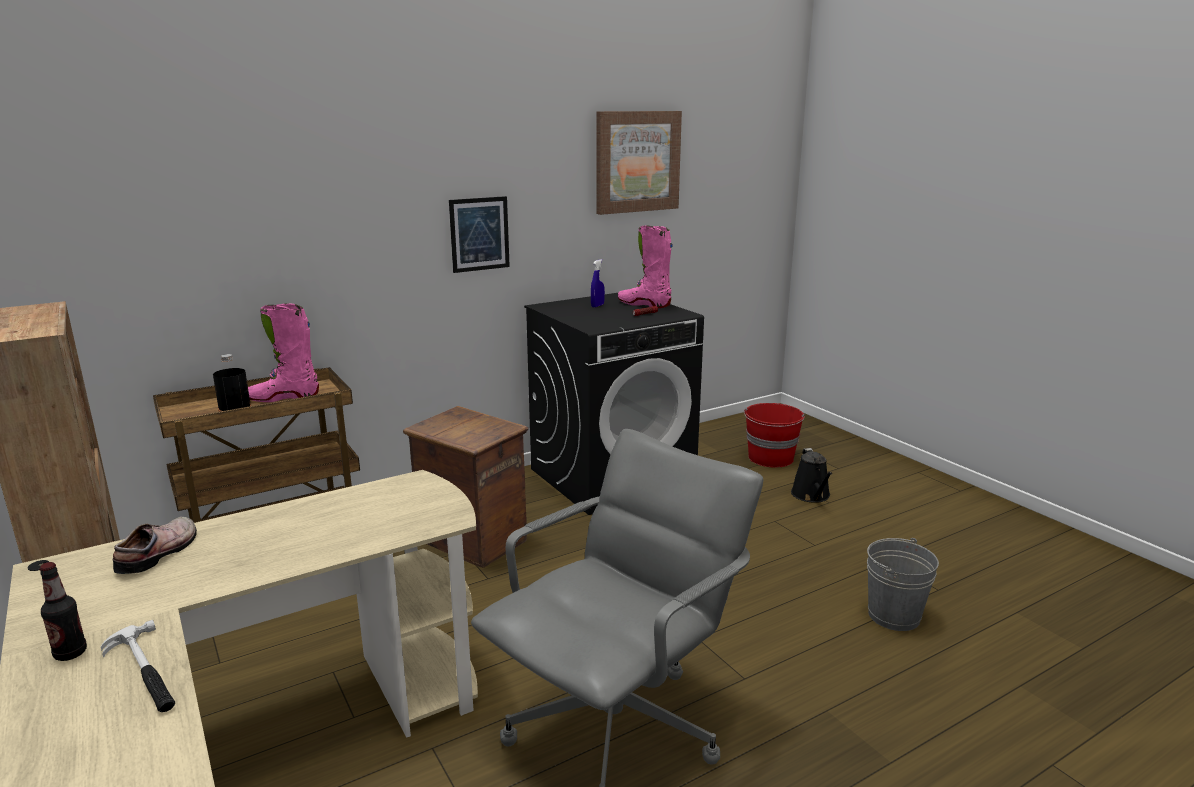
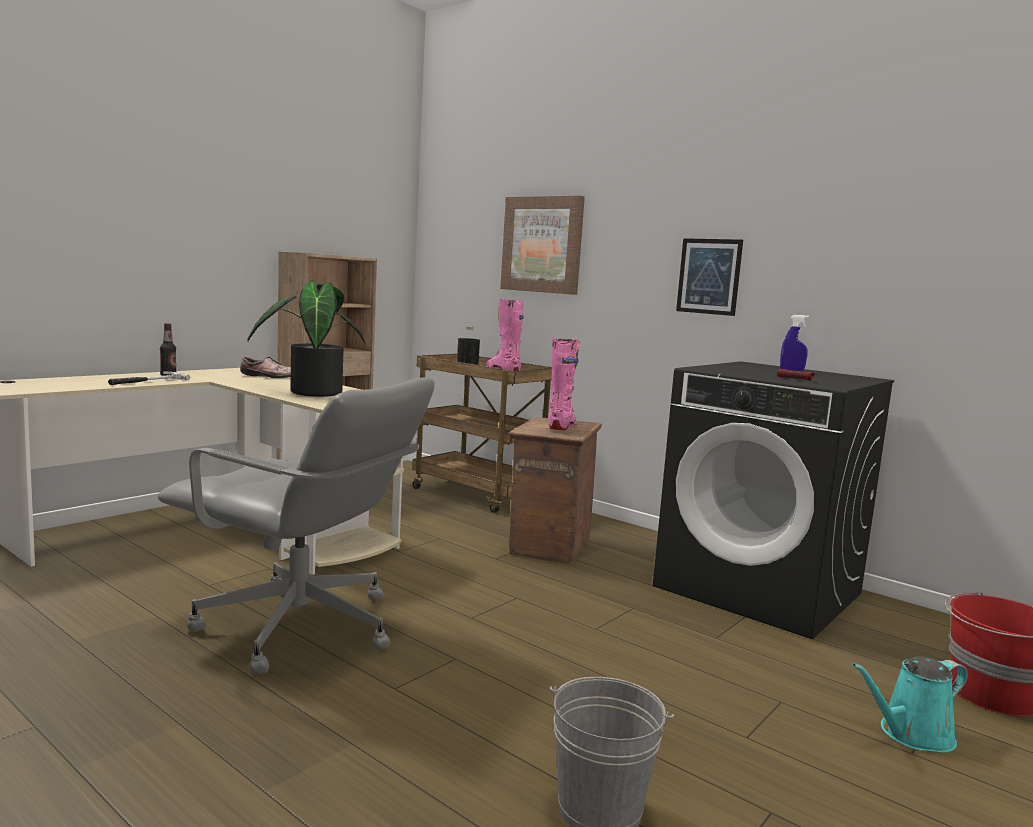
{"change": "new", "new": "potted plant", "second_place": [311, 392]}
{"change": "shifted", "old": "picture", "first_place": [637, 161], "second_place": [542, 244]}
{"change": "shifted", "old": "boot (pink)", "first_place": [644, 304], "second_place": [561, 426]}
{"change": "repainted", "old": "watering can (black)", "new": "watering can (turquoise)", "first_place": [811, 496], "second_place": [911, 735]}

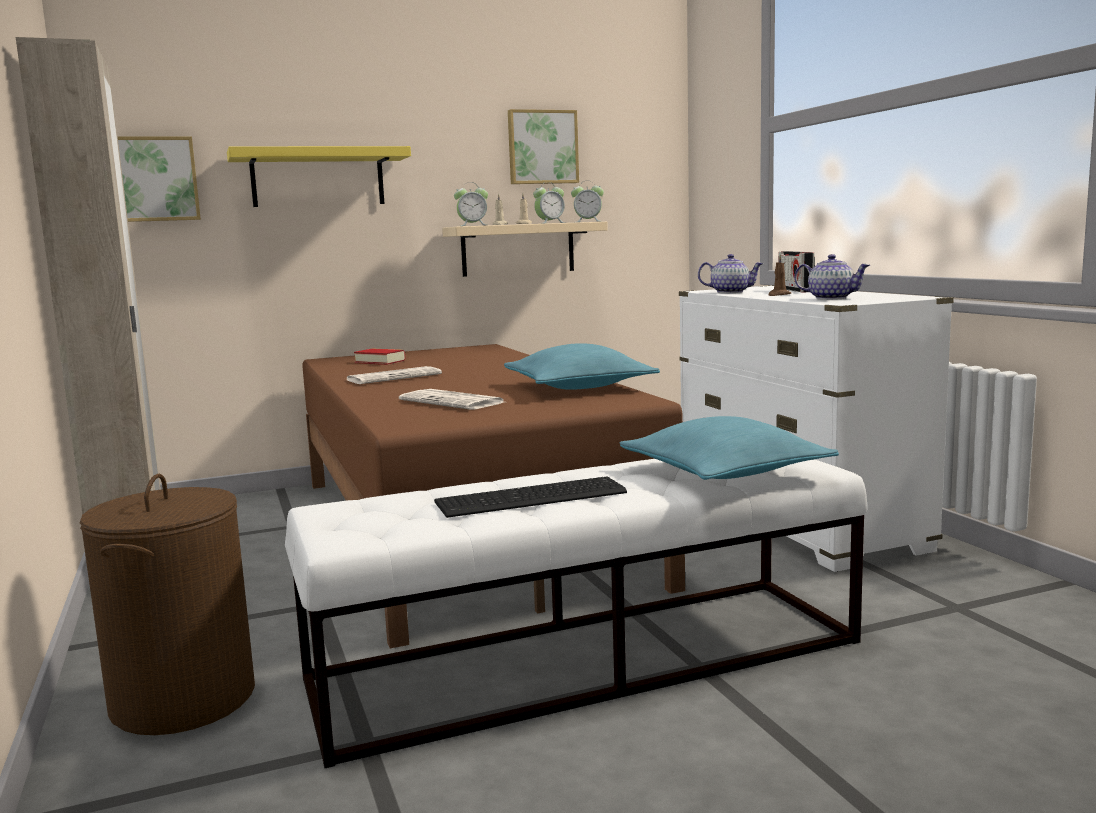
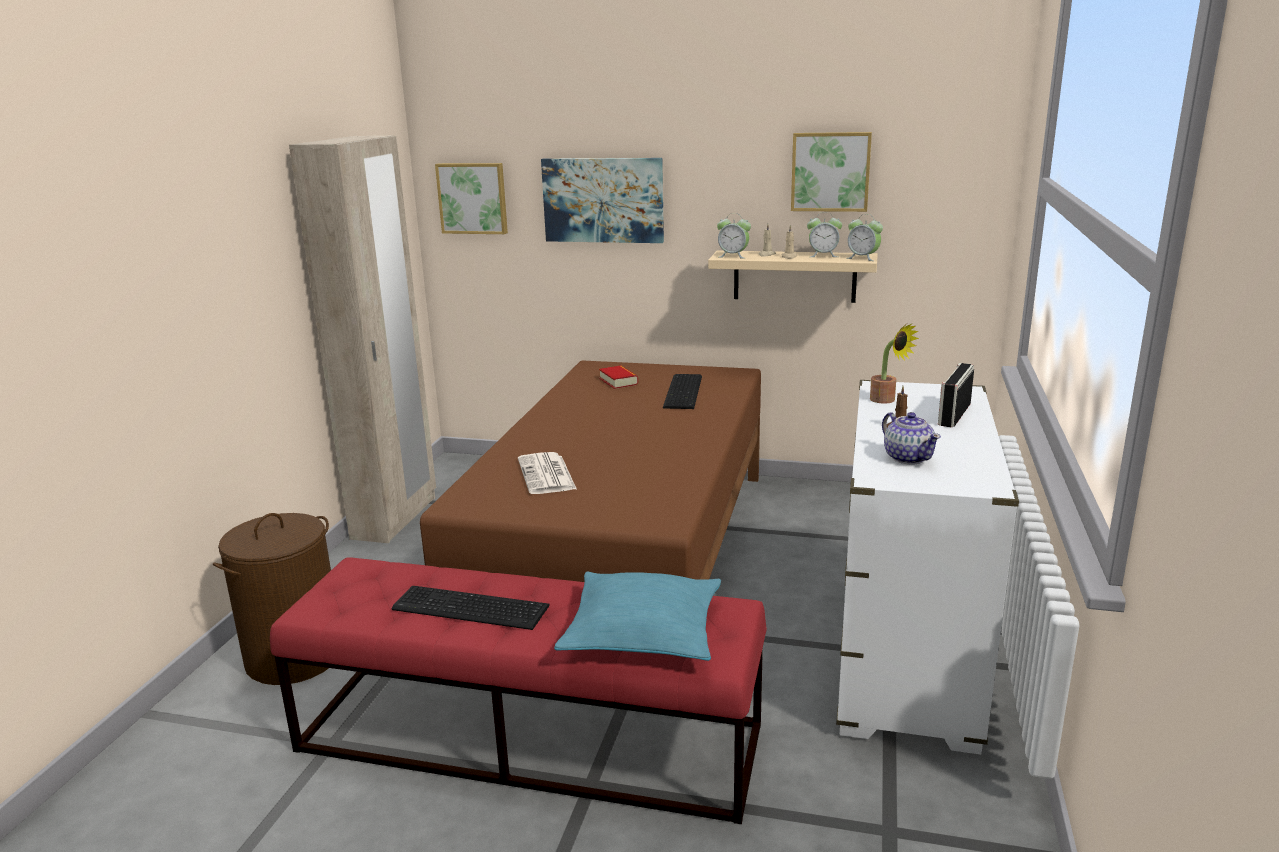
{"change": "gone", "old": "newspaper", "first_place": [394, 377]}
{"change": "gone", "old": "pillow (turquoise)", "first_place": [579, 387]}
{"change": "new", "new": "keyboard", "second_place": [685, 391]}
{"change": "swapped", "old": "shelf (yellow)", "new": "picture", "first_place": [318, 178], "second_place": [603, 200]}
{"change": "swapped", "old": "teapot", "new": "potted plant", "first_place": [730, 292], "second_place": [887, 400]}
{"change": "repainted", "old": "bench (white)", "new": "bench (red)", "first_place": [588, 660], "second_place": [530, 738]}

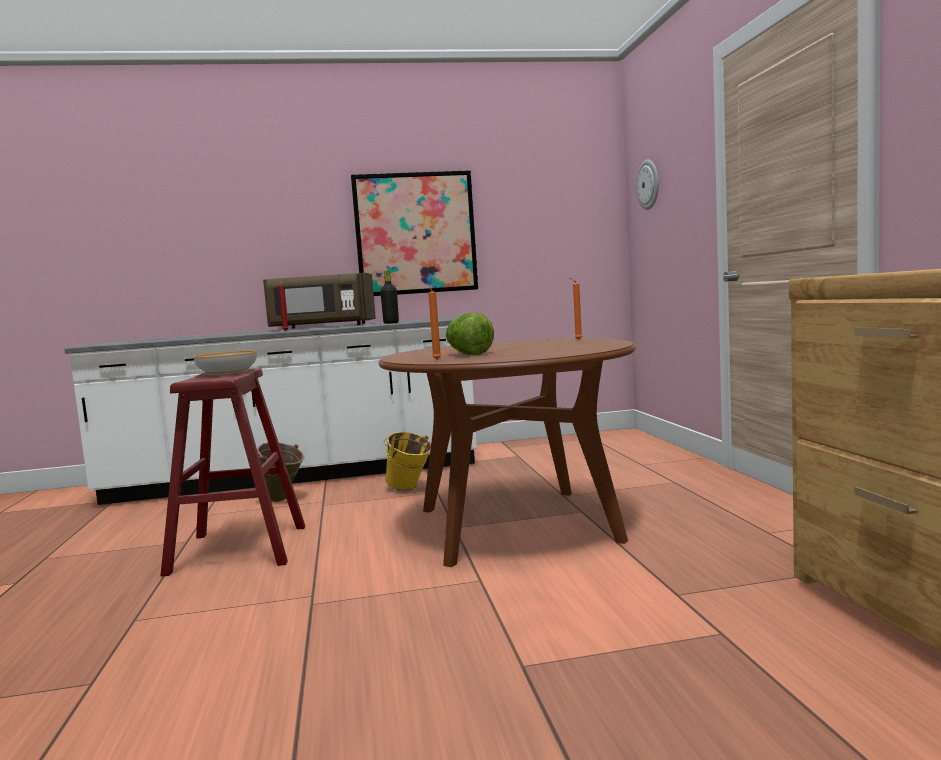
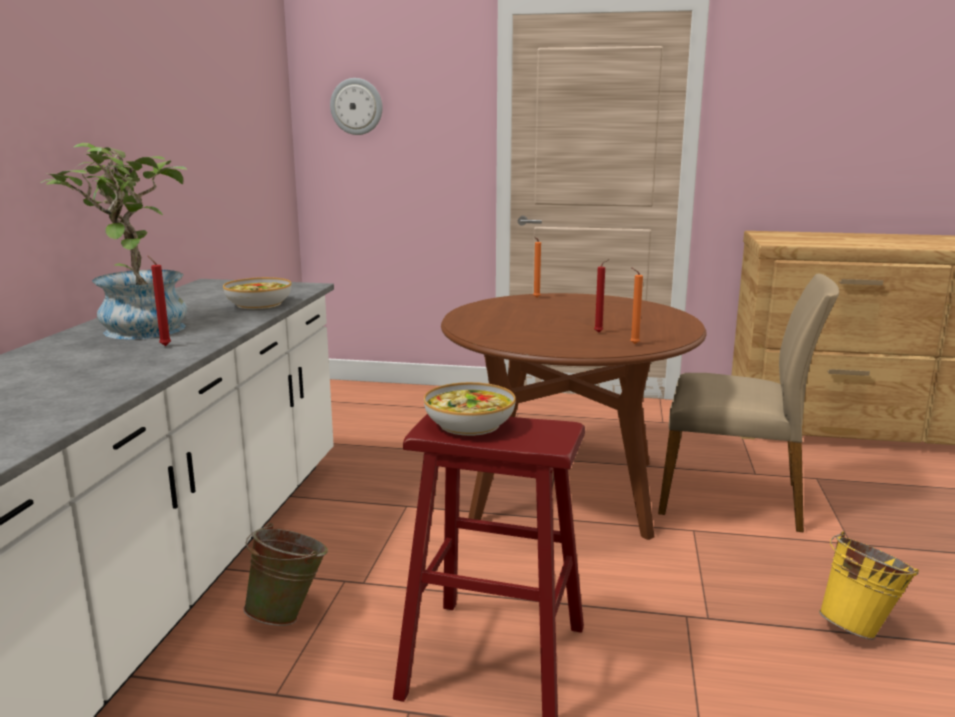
{"change": "gone", "old": "picture", "first_place": [415, 233]}
{"change": "new", "new": "chair (beige)", "second_place": [733, 497]}
{"change": "shifted", "old": "bucket (yellow)", "first_place": [409, 490], "second_place": [860, 627]}
{"change": "swapped", "old": "microwave (brown)", "new": "potted plant", "first_place": [322, 327], "second_place": [137, 327]}
{"change": "swapped", "old": "bottle (black)", "new": "bowl", "first_place": [391, 323], "second_place": [259, 304]}
{"change": "swapped", "old": "lettuce", "new": "candle (red)", "first_place": [468, 354], "second_place": [600, 332]}

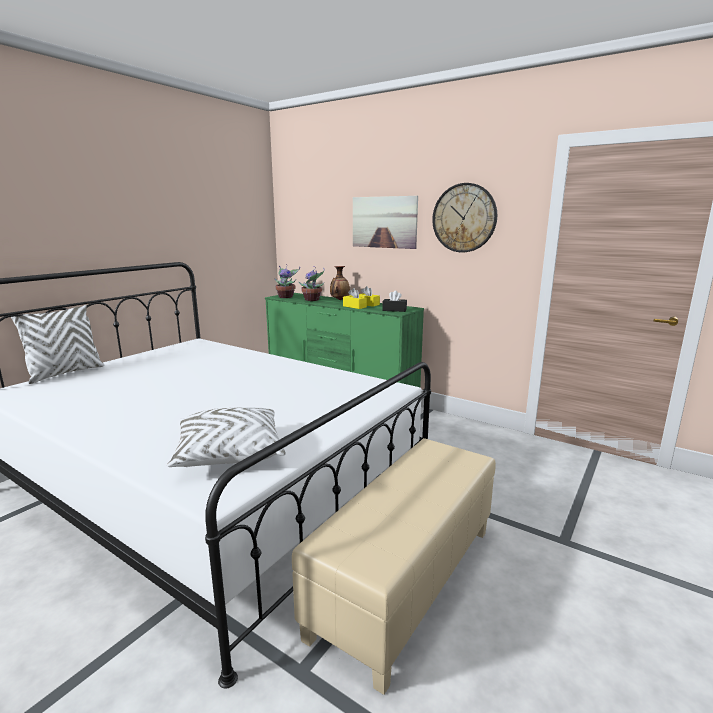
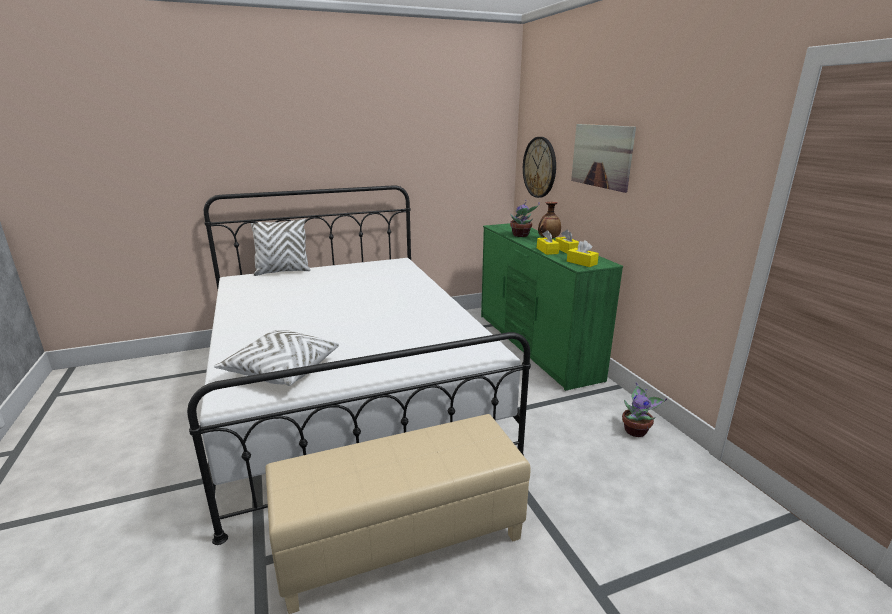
{"change": "shifted", "old": "potted plant", "first_place": [286, 297], "second_place": [636, 431]}
{"change": "shifted", "old": "wall clock", "first_place": [464, 218], "second_place": [540, 167]}
{"change": "repainted", "old": "tissue box (black)", "new": "tissue box (yellow)", "first_place": [394, 310], "second_place": [581, 263]}

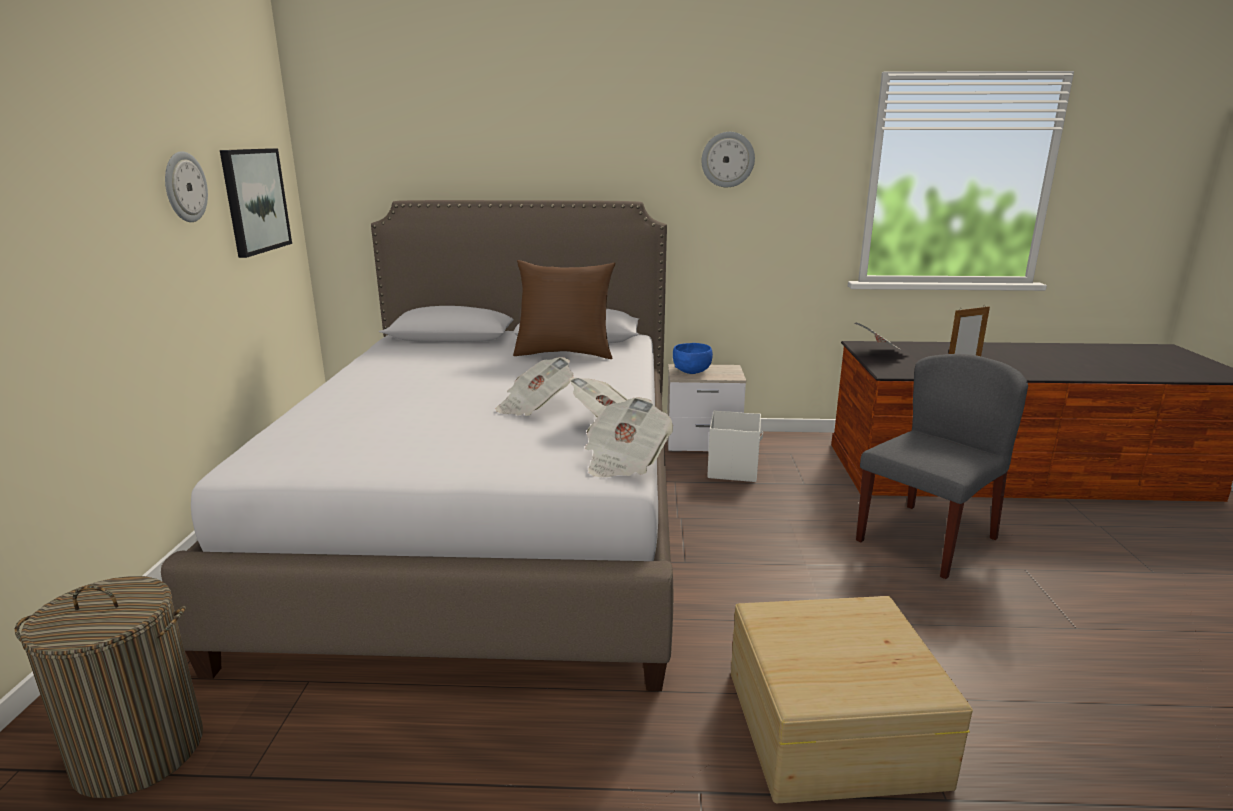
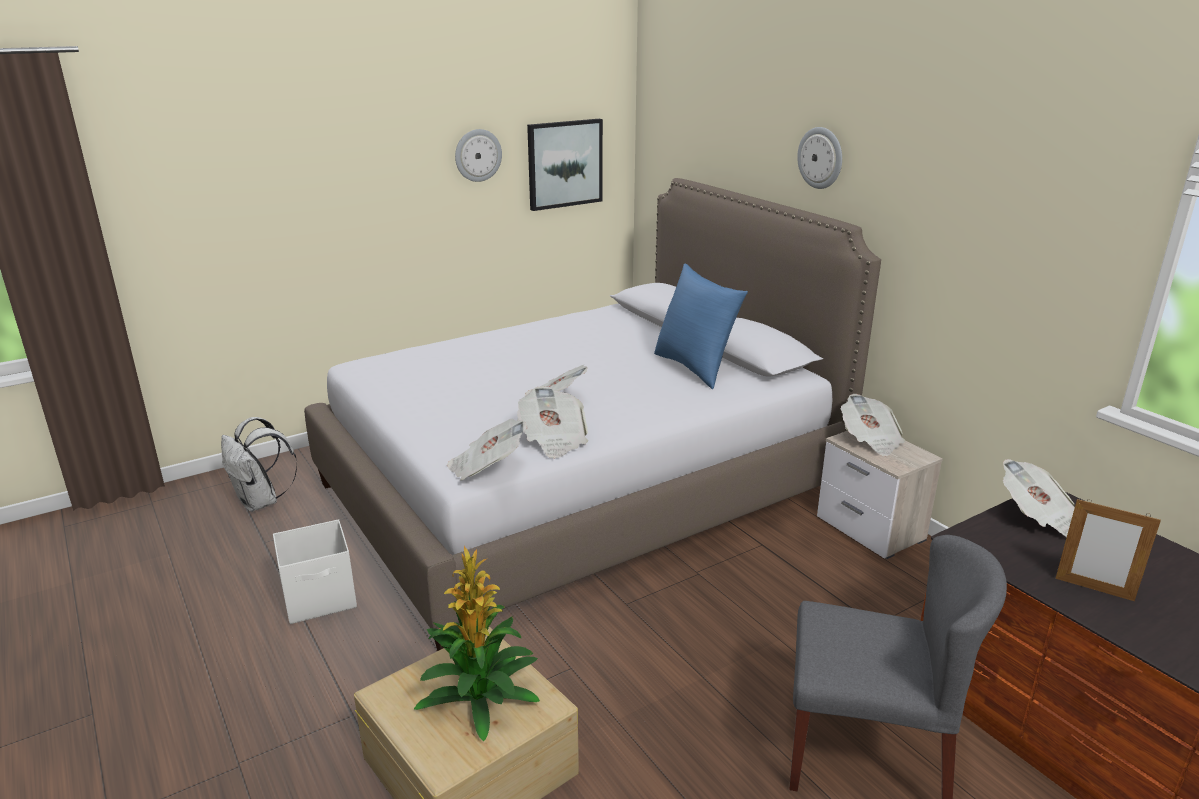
{"change": "new", "new": "potted plant", "second_place": [481, 698]}
{"change": "shifted", "old": "wall clock", "first_place": [727, 159], "second_place": [821, 158]}
{"change": "shifted", "old": "storage box (white)", "first_place": [733, 469], "second_place": [321, 598]}
{"change": "swapped", "old": "laundry basket", "new": "backpack (white)", "first_place": [139, 751], "second_place": [261, 502]}
{"change": "swapped", "old": "bowl (blue)", "new": "newspaper", "first_place": [692, 371], "second_place": [870, 440]}
{"change": "repainted", "old": "pillow (brown)", "new": "pillow (blue)", "first_place": [565, 353], "second_place": [695, 368]}

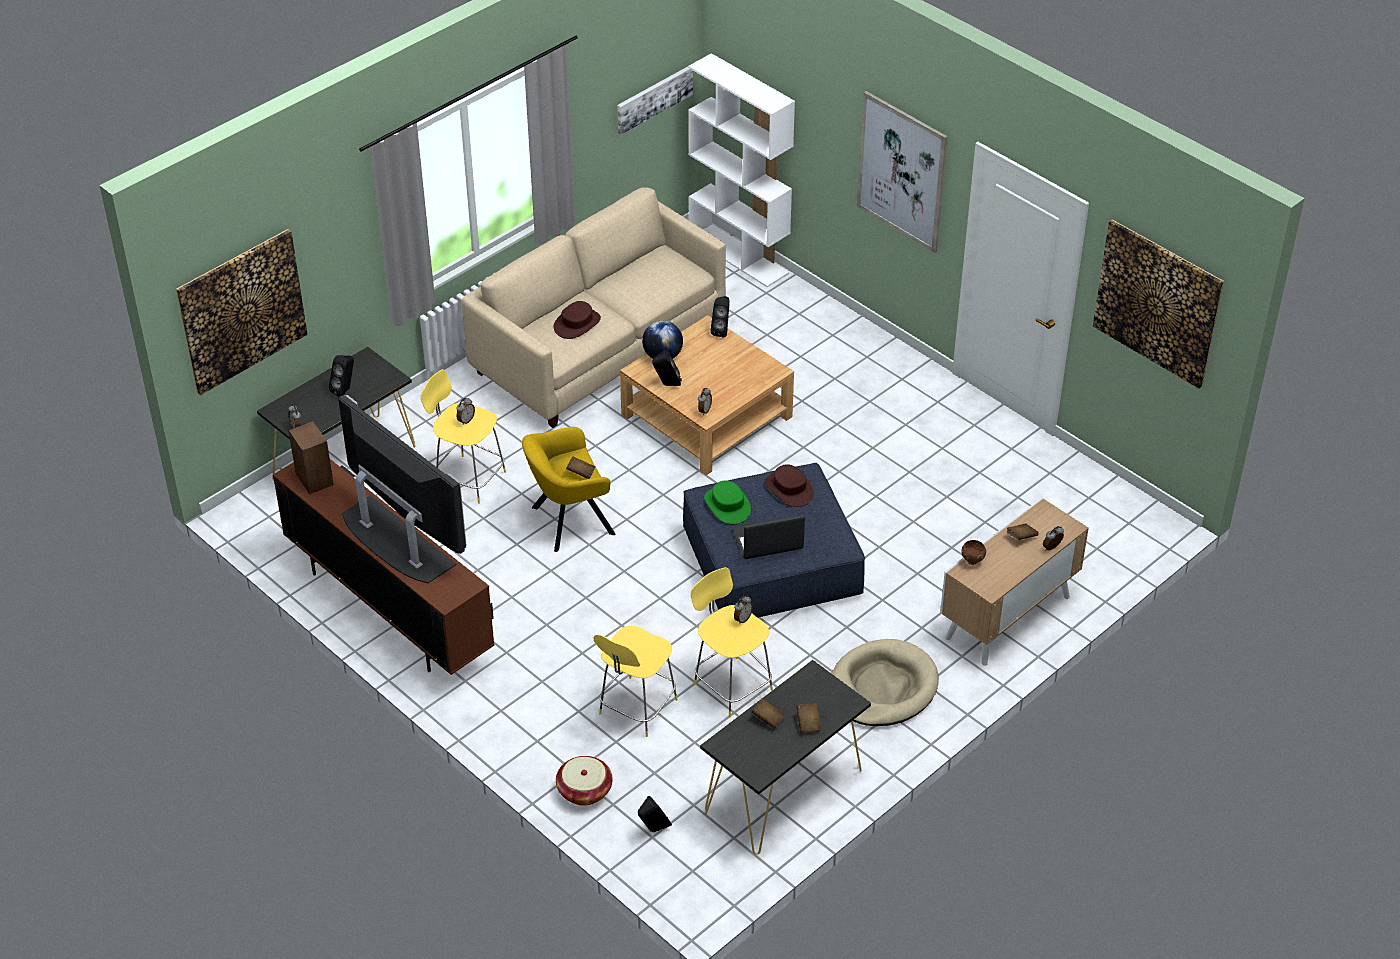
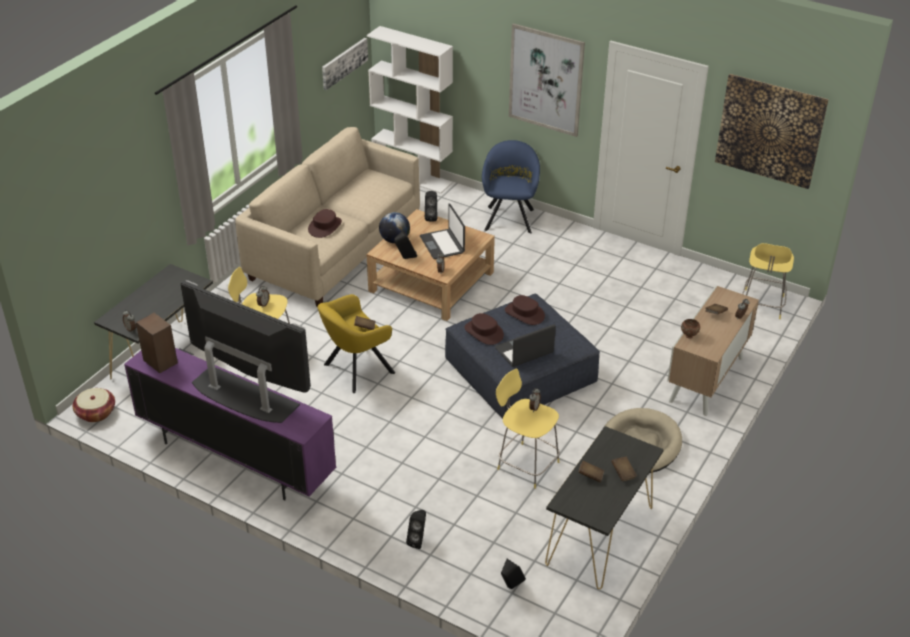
{"change": "gone", "old": "picture", "first_place": [242, 311]}
{"change": "new", "new": "laptop", "second_place": [442, 245]}
{"change": "new", "new": "armchair (blue)", "second_place": [510, 217]}
{"change": "shifted", "old": "speaker (black)", "first_place": [345, 390], "second_place": [418, 540]}
{"change": "shifted", "old": "basket", "first_place": [584, 790], "second_place": [96, 413]}
{"change": "shifted", "old": "stool (yellow)", "first_place": [636, 708], "second_place": [762, 305]}
{"change": "repainted", "old": "tv stand (brown)", "new": "tv stand (purple)", "first_place": [388, 609], "second_place": [235, 458]}
{"change": "repainted", "old": "hat (green)", "new": "hat (brown)", "first_place": [727, 505], "second_place": [484, 332]}

